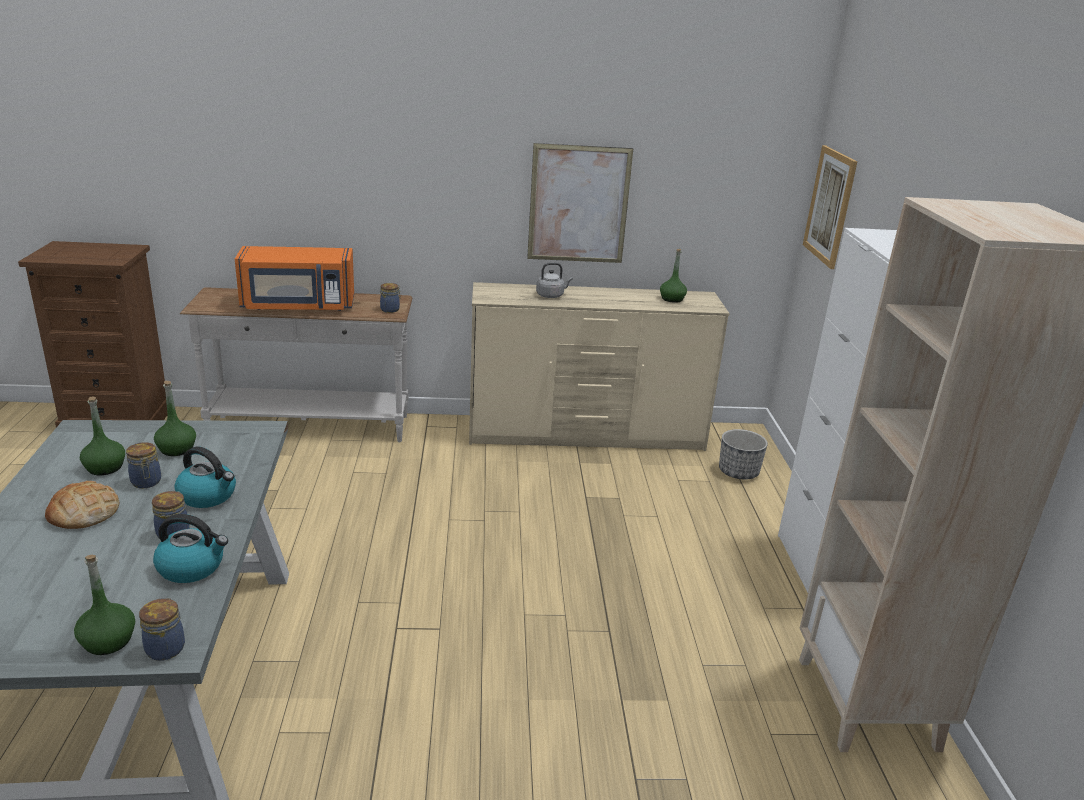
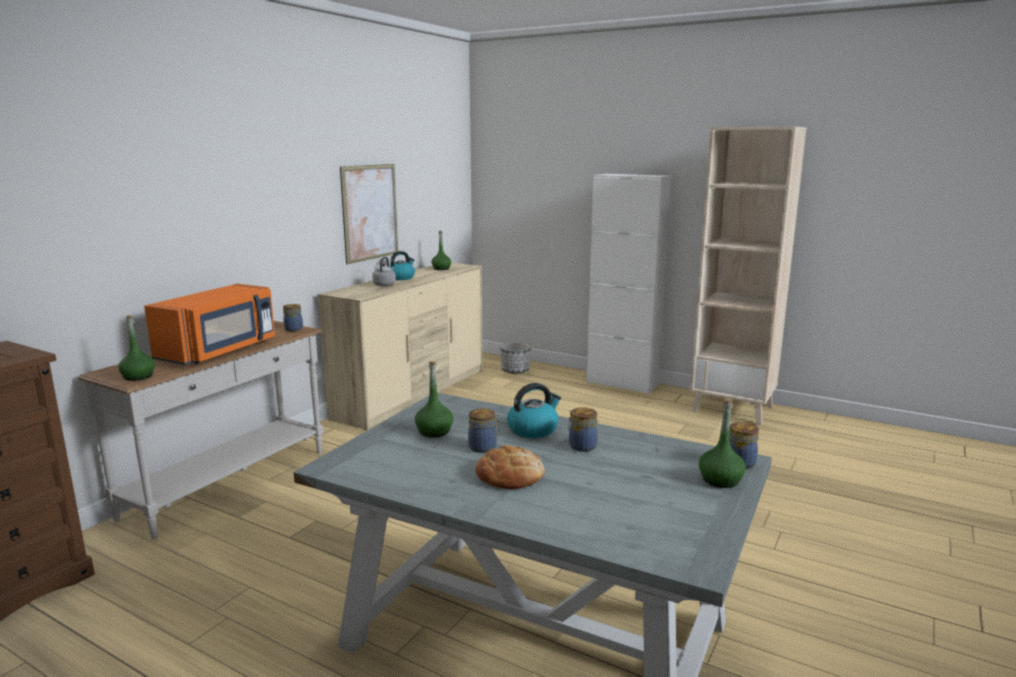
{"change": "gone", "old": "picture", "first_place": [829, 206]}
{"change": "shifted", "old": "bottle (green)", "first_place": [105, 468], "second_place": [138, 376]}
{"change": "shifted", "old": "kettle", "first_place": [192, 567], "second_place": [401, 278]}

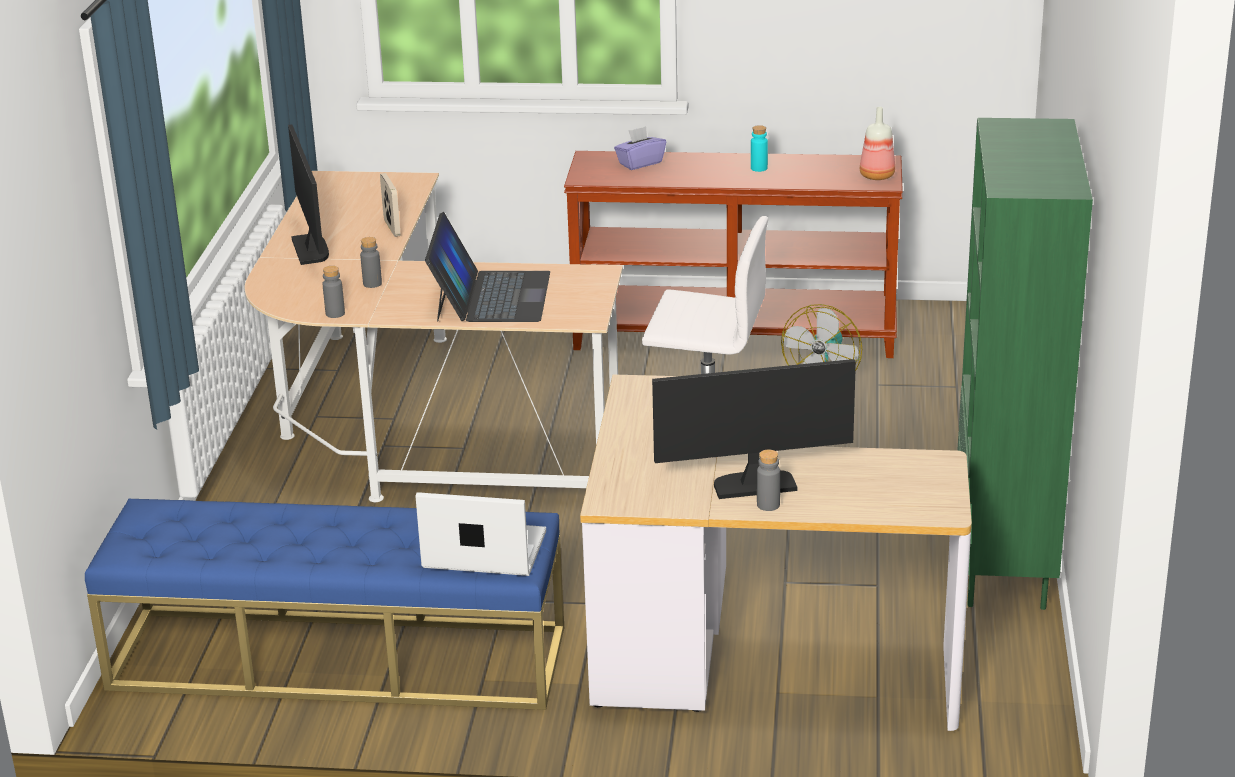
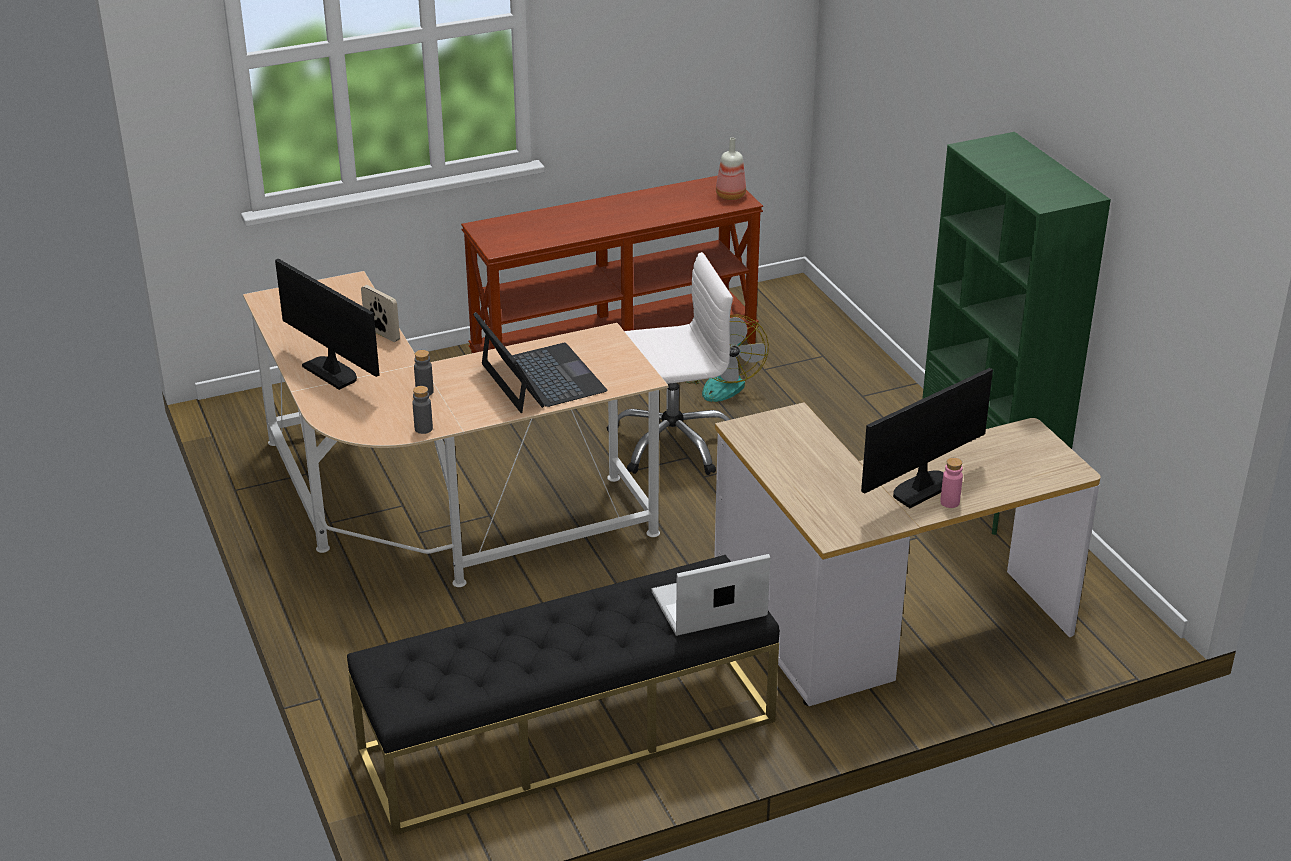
{"change": "gone", "old": "tissue box (purple)", "first_place": [640, 163]}
{"change": "gone", "old": "bottle (turquoise)", "first_place": [759, 168]}
{"change": "repainted", "old": "bench (blue)", "new": "bench (black)", "first_place": [337, 659], "second_place": [567, 736]}
{"change": "repainted", "old": "bottle (grey)", "new": "bottle (pink)", "first_place": [768, 505], "second_place": [949, 502]}

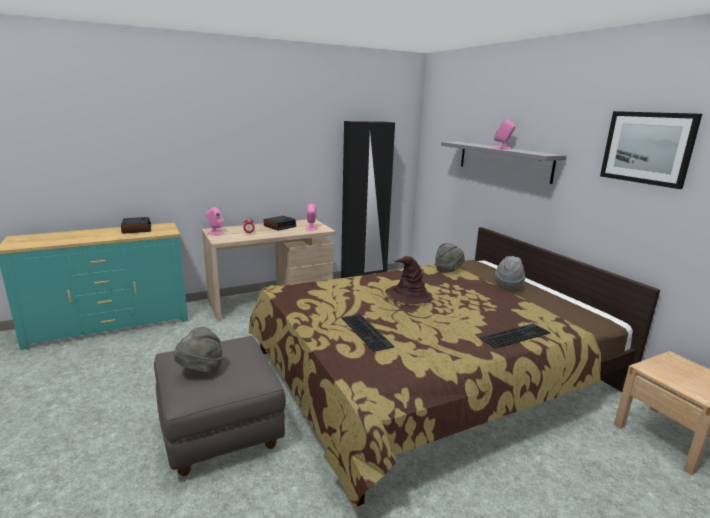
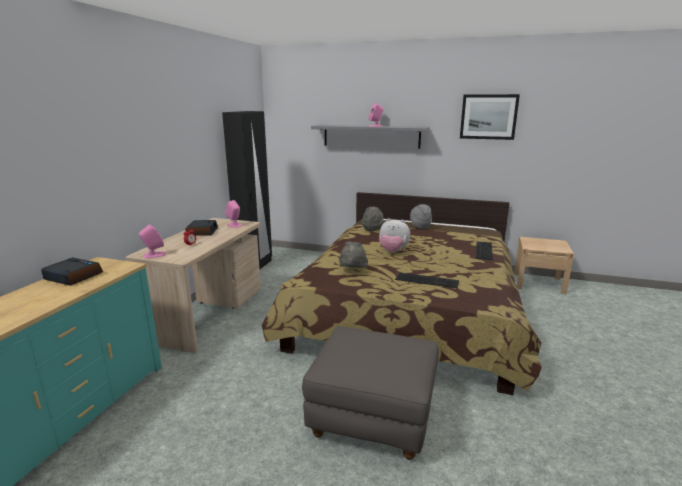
{"change": "shifted", "old": "hat (grey)", "first_place": [201, 370], "second_place": [352, 271]}
{"change": "swapped", "old": "hat (brown)", "new": "plush toy", "first_place": [407, 296], "second_place": [393, 251]}

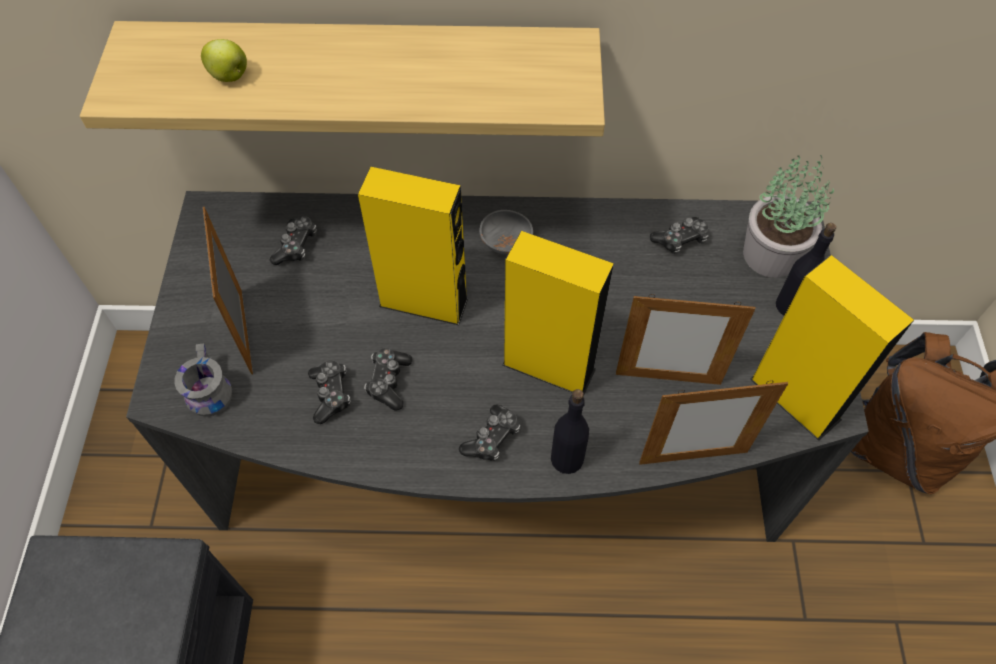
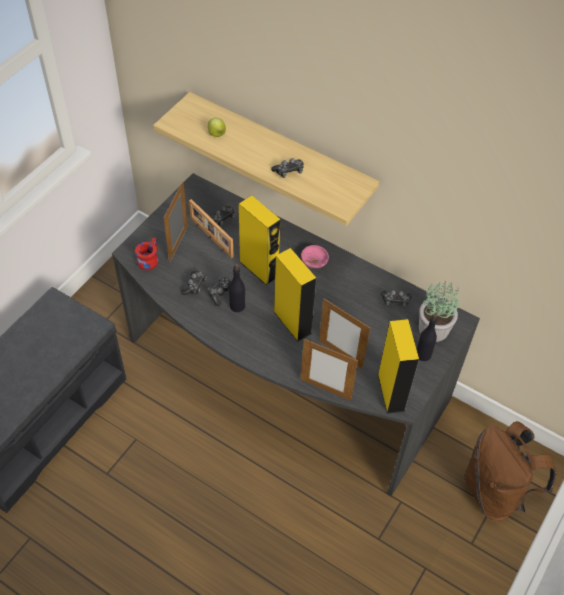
{"change": "new", "new": "picture frame", "second_place": [210, 238]}
{"change": "shifted", "old": "game controller", "first_place": [492, 438], "second_place": [289, 171]}
{"change": "shifted", "old": "bottle (black)", "first_place": [567, 458], "second_place": [237, 306]}
{"change": "repainted", "old": "mug (grey)", "new": "mug (red)", "first_place": [206, 391], "second_place": [147, 259]}
{"change": "repainted", "old": "bowl (grey)", "new": "bowl (pink)", "first_place": [506, 241], "second_place": [314, 262]}

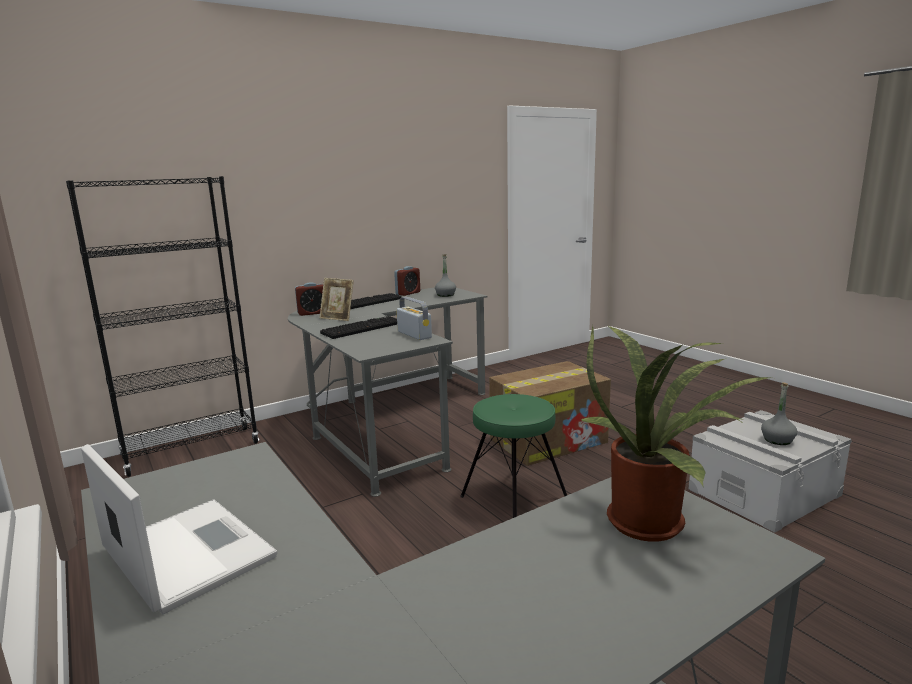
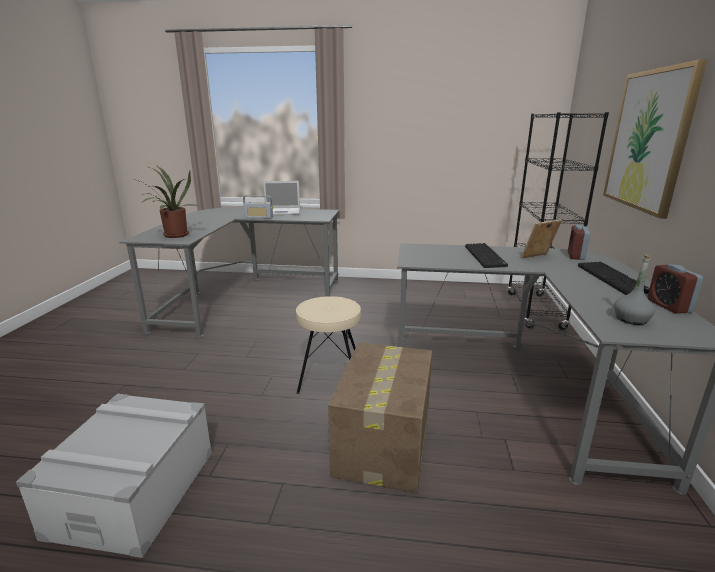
{"change": "gone", "old": "bottle (grey)", "first_place": [777, 440]}
{"change": "new", "new": "picture", "second_place": [648, 140]}
{"change": "shifted", "old": "radio", "first_place": [414, 334], "second_place": [259, 217]}
{"change": "repainted", "old": "stool (green)", "new": "stool (beige)", "first_place": [514, 498], "second_place": [329, 376]}

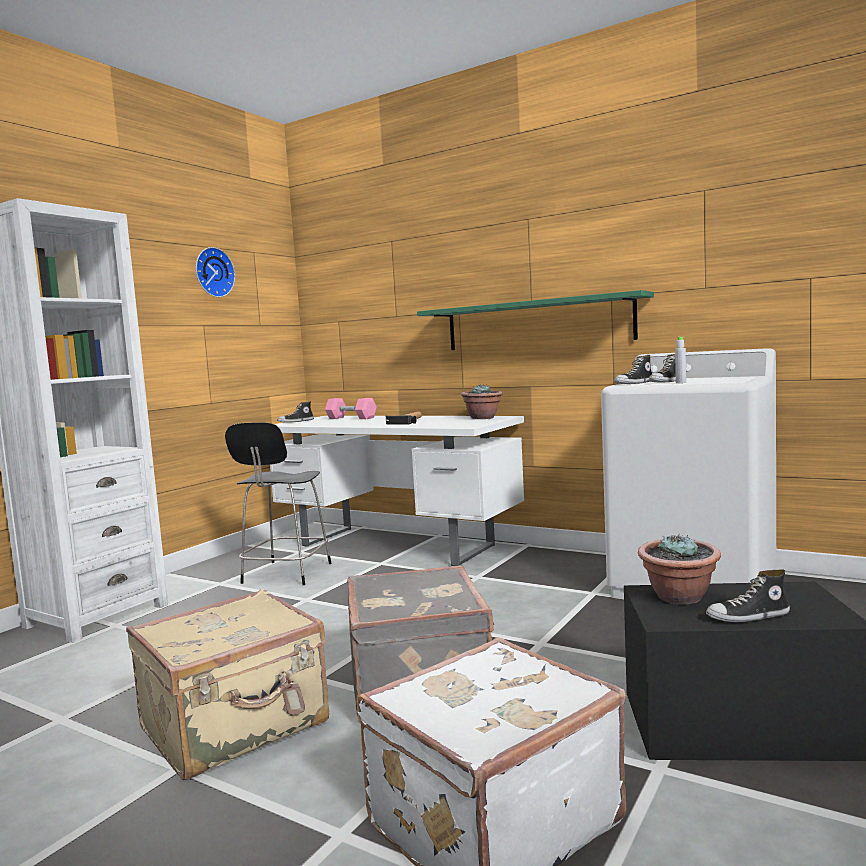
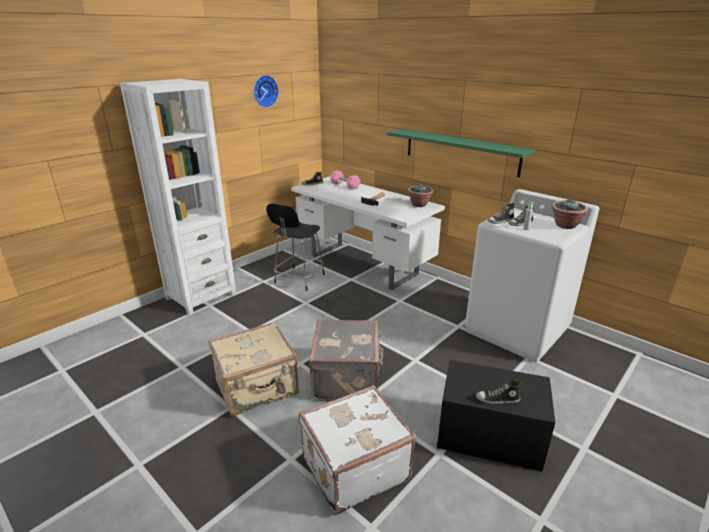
{"change": "shifted", "old": "potted plant", "first_place": [679, 597], "second_place": [565, 226]}

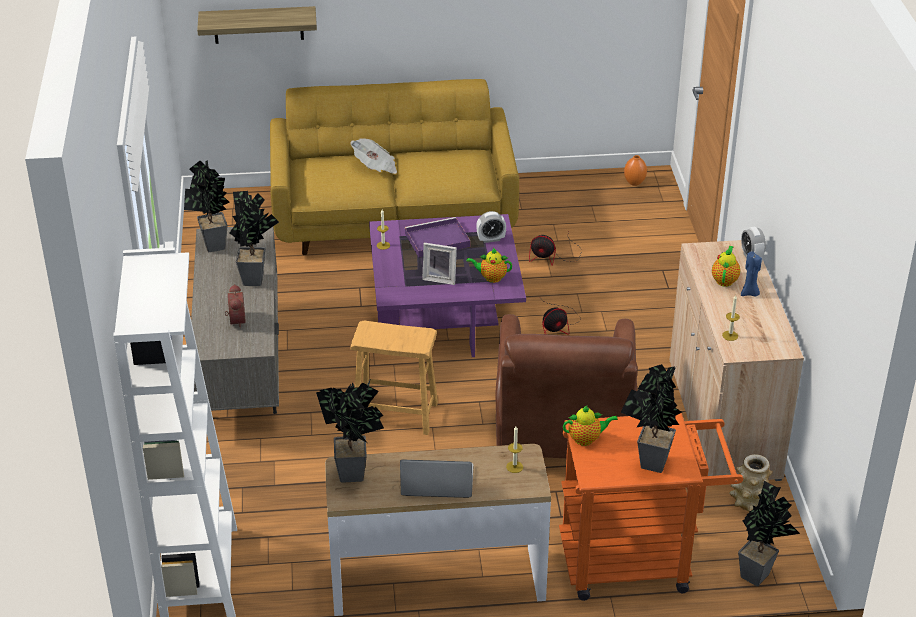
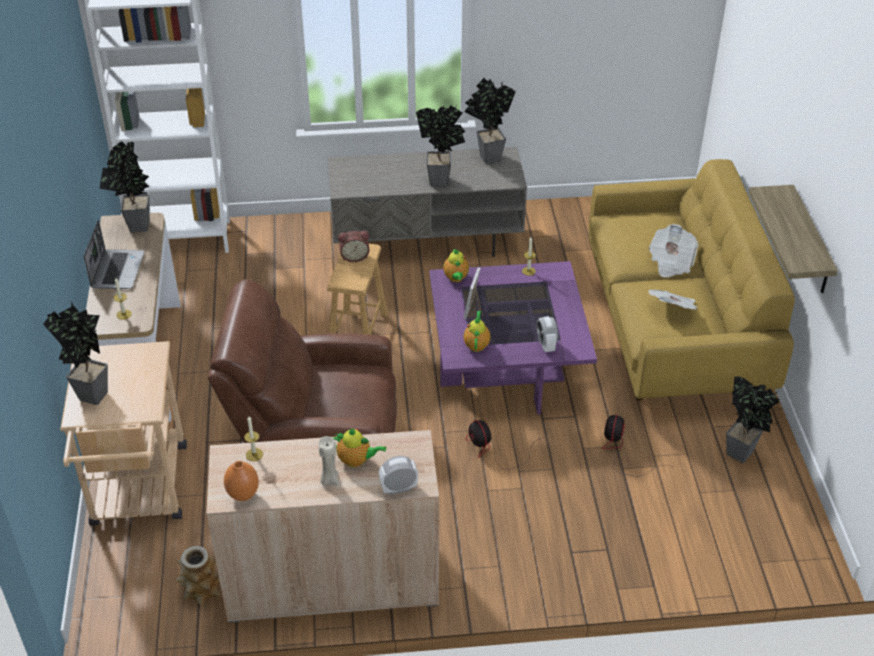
{"change": "gone", "old": "tray (purple)", "first_place": [436, 240]}
{"change": "new", "new": "newspaper", "second_place": [673, 309]}
{"change": "shifted", "old": "shelf", "first_place": [258, 25], "second_place": [810, 242]}
{"change": "shifted", "old": "alarm clock", "first_place": [235, 320], "second_place": [354, 256]}
{"change": "shifted", "old": "teapot", "first_place": [586, 439], "second_place": [456, 278]}
{"change": "shifted", "old": "vase (orange)", "first_place": [634, 183], "second_place": [242, 495]}
{"change": "shifted", "old": "potted plant", "first_place": [759, 574], "second_place": [741, 456]}
{"change": "repainted", "old": "cart (orange)", "new": "cart (beige)", "first_place": [637, 560], "second_place": [139, 493]}
{"change": "repainted", "old": "candle (blue)", "new": "candle (beige)", "first_place": [750, 293], "second_place": [329, 479]}

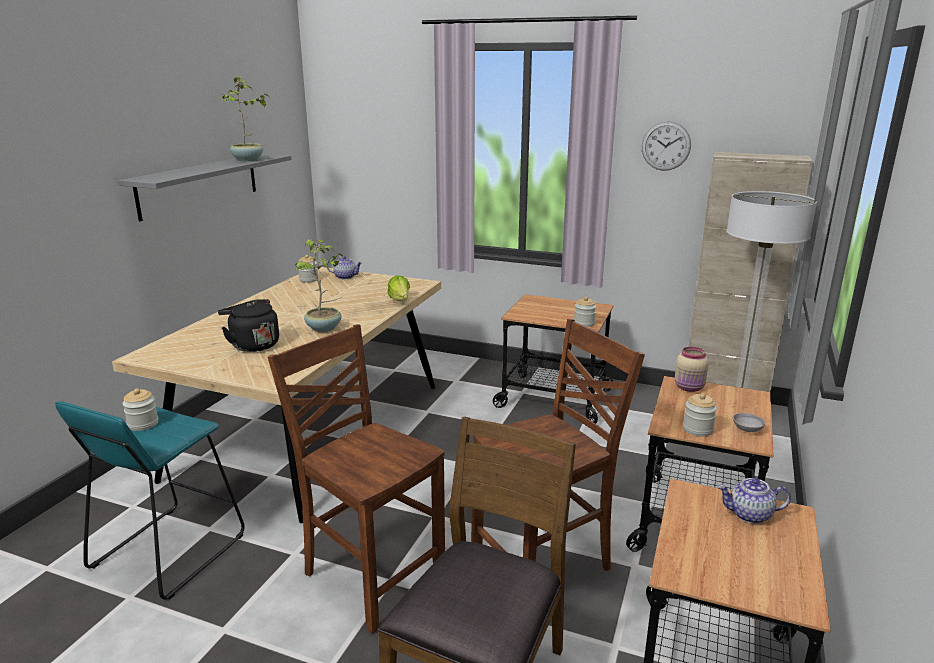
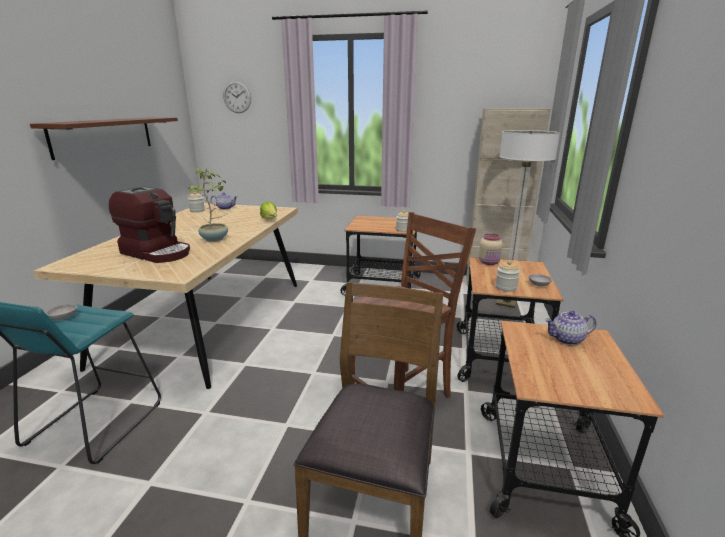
{"change": "gone", "old": "potted plant", "first_place": [248, 160]}
{"change": "gone", "old": "chair (brown)", "first_place": [371, 575]}
{"change": "shifted", "old": "wall clock", "first_place": [666, 146], "second_place": [237, 97]}
{"change": "swapped", "old": "jar", "new": "bowl (grey)", "first_place": [143, 424], "second_place": [64, 317]}
{"change": "swapped", "old": "kettle (black)", "new": "coffee machine", "first_place": [253, 345], "second_place": [157, 252]}
{"change": "repainted", "old": "shelf (grey)", "new": "shelf (brown)", "first_place": [200, 185], "second_place": [104, 136]}

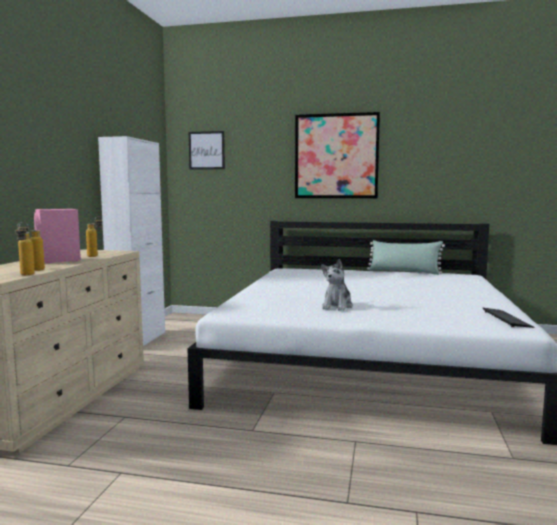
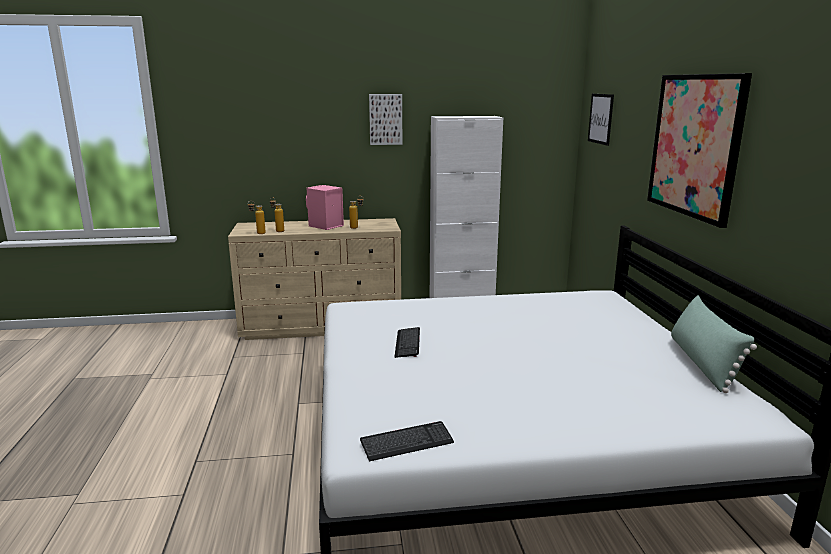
{"change": "new", "new": "picture", "second_place": [385, 119]}
{"change": "swapped", "old": "plush toy", "new": "keyboard", "first_place": [337, 306], "second_place": [407, 343]}

